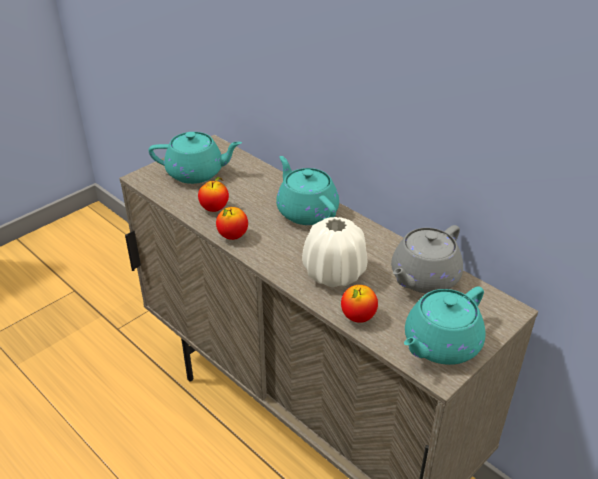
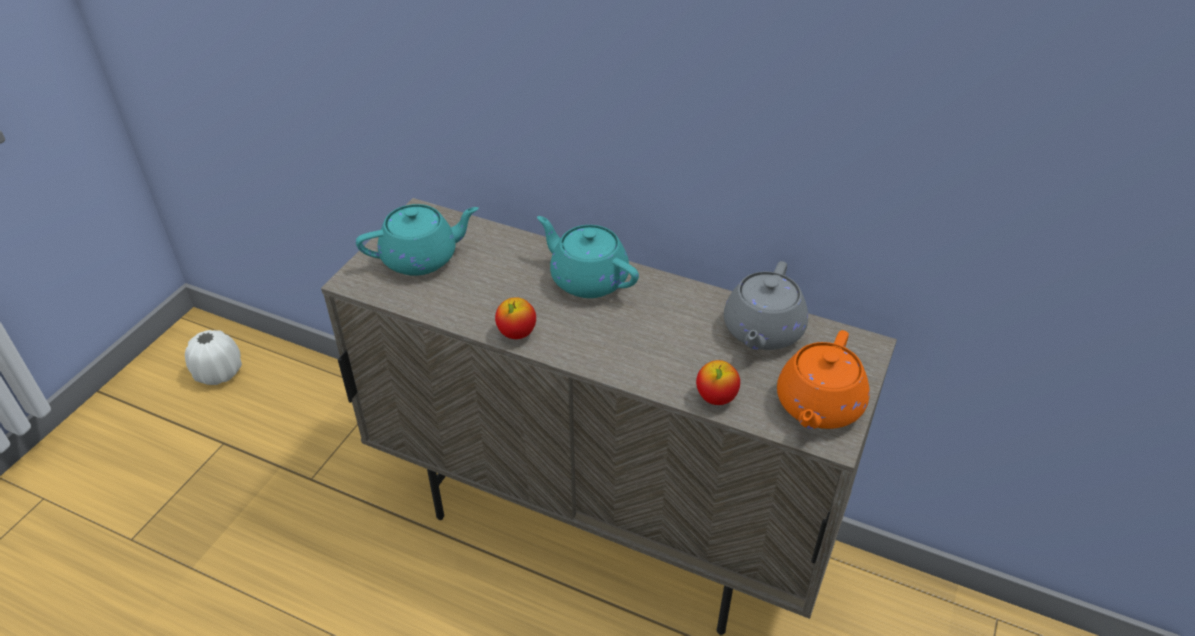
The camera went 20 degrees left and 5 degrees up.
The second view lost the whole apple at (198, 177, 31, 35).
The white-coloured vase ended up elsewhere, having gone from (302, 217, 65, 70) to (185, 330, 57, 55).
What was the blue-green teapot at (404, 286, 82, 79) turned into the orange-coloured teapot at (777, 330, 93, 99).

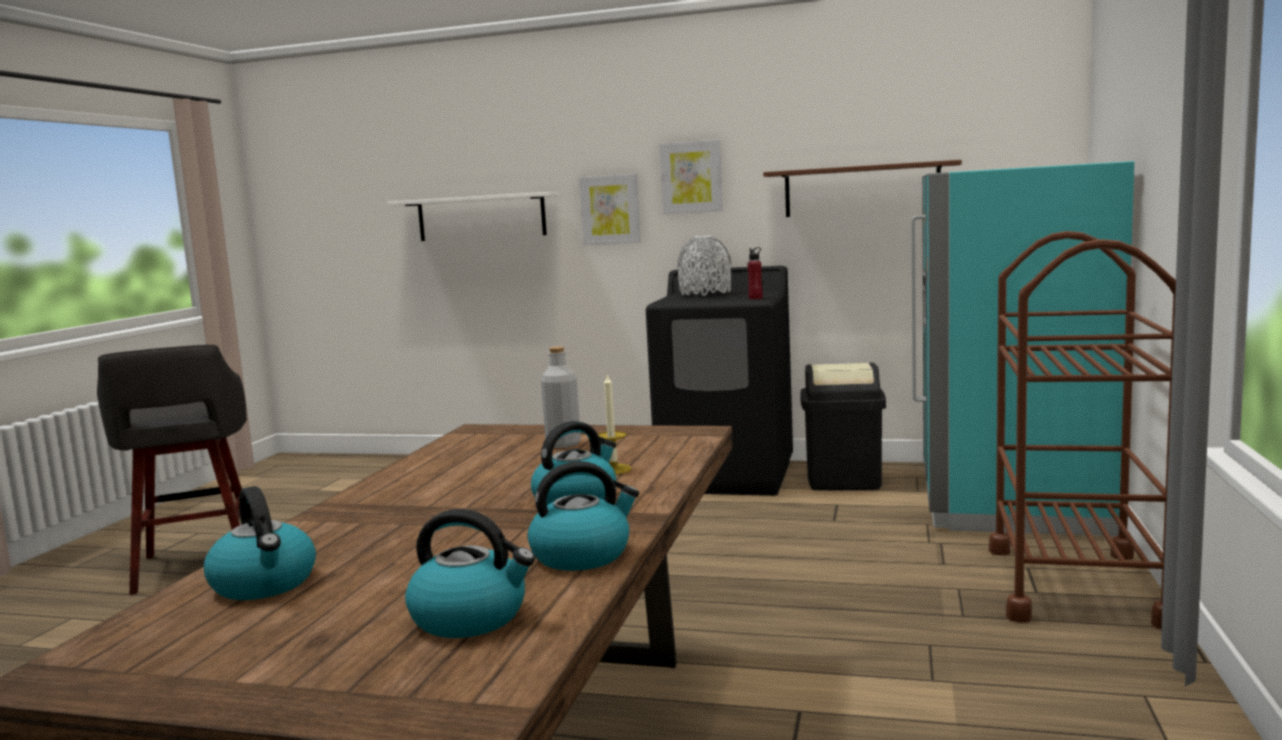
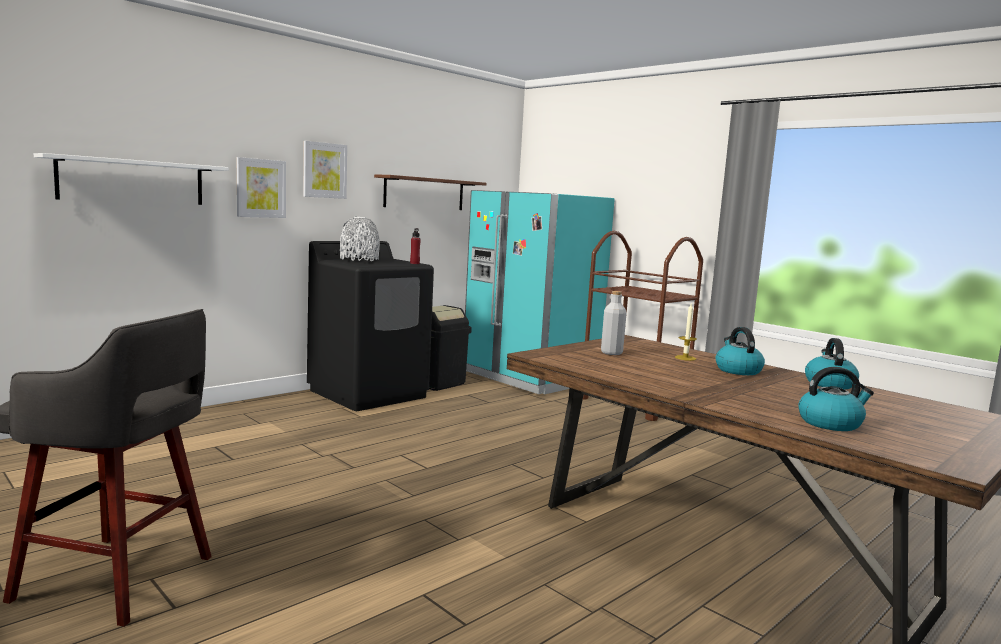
The camera went 60 degrees left and 0 degrees up.
The second view lost the water kettle at (405, 509, 130, 129).

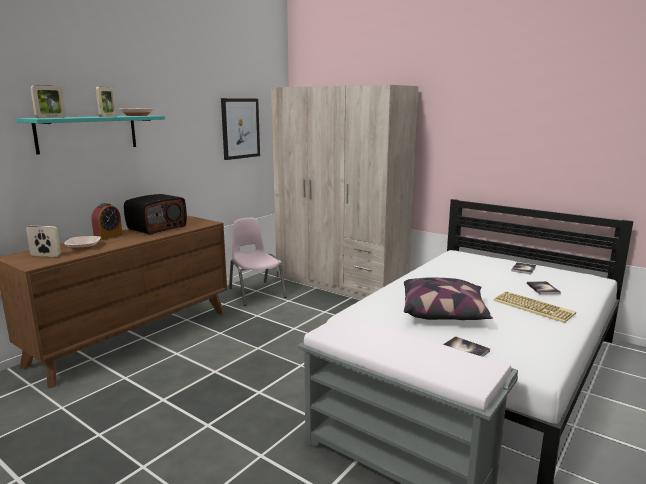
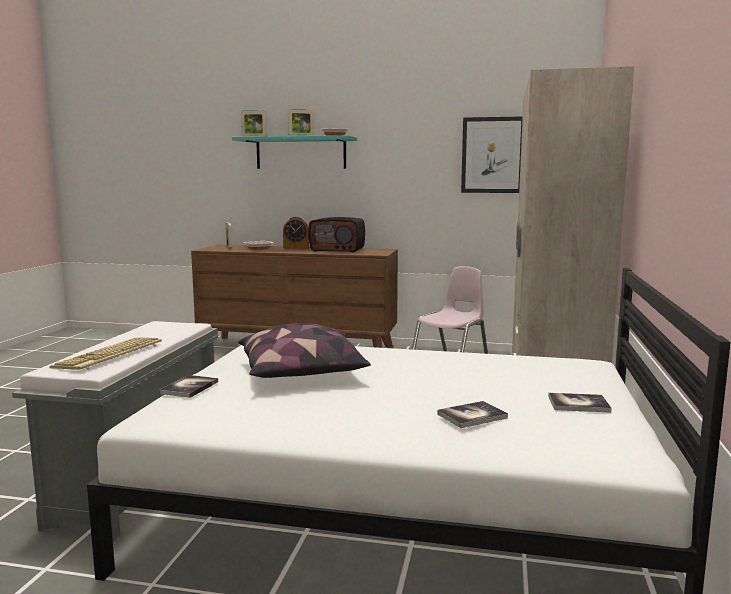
The camera went 65 degrees right and 5 degrees down.
The PC keyboard ended up elsewhere, having gone from (493, 291, 83, 32) to (49, 337, 113, 33).

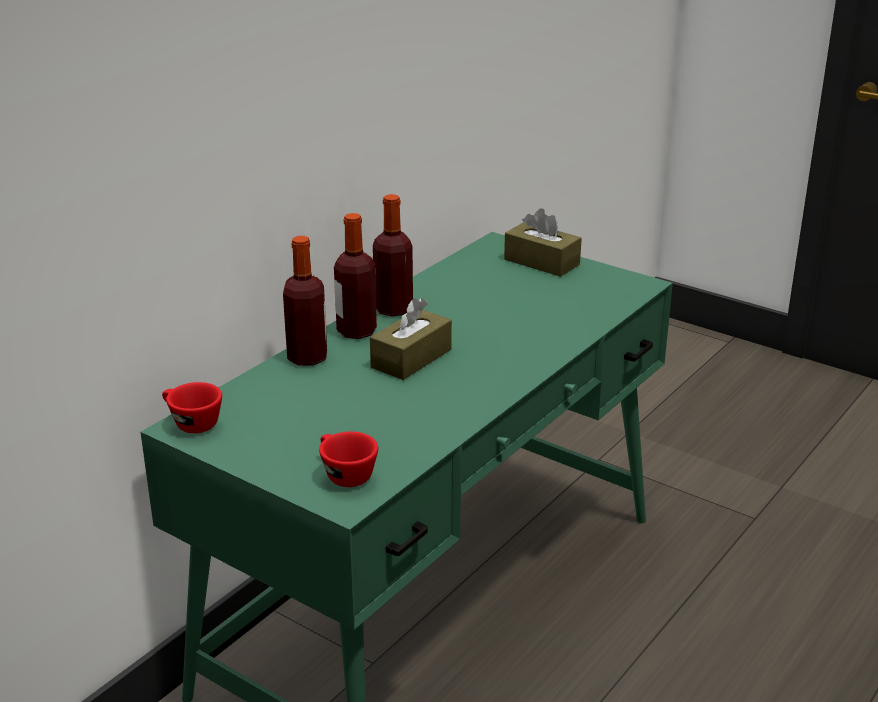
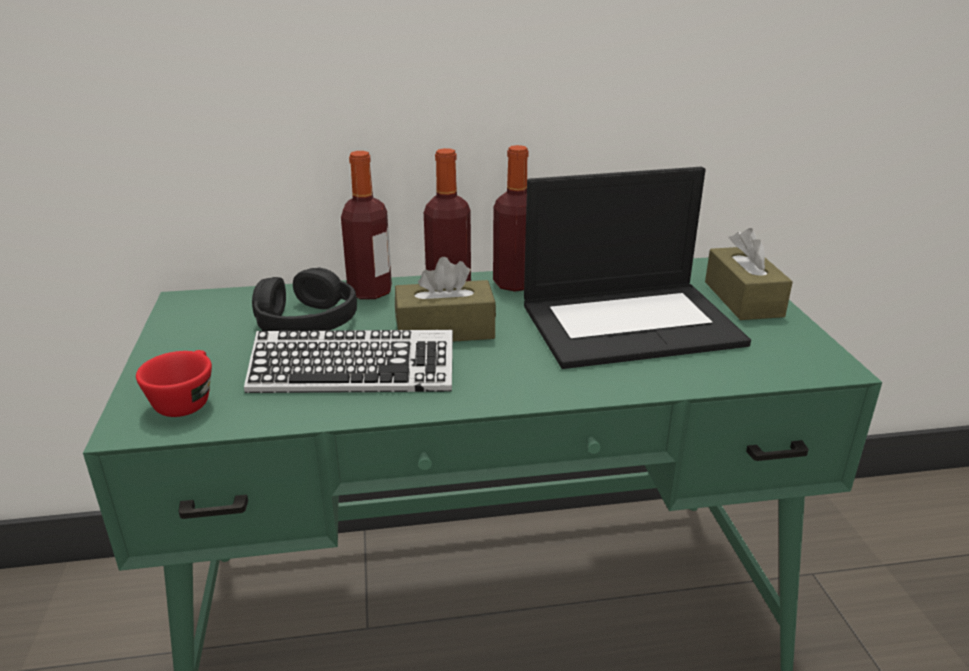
The camera went 45 degrees right and 0 degrees up.
The second view lost the red-coloured small cup at (162, 382, 60, 51).
The second view gained the PC keyboard at (244, 330, 209, 63).
The second view gained the black-coloured headset at (252, 267, 105, 64).
The second view gained the notebook computer at (524, 167, 227, 202).

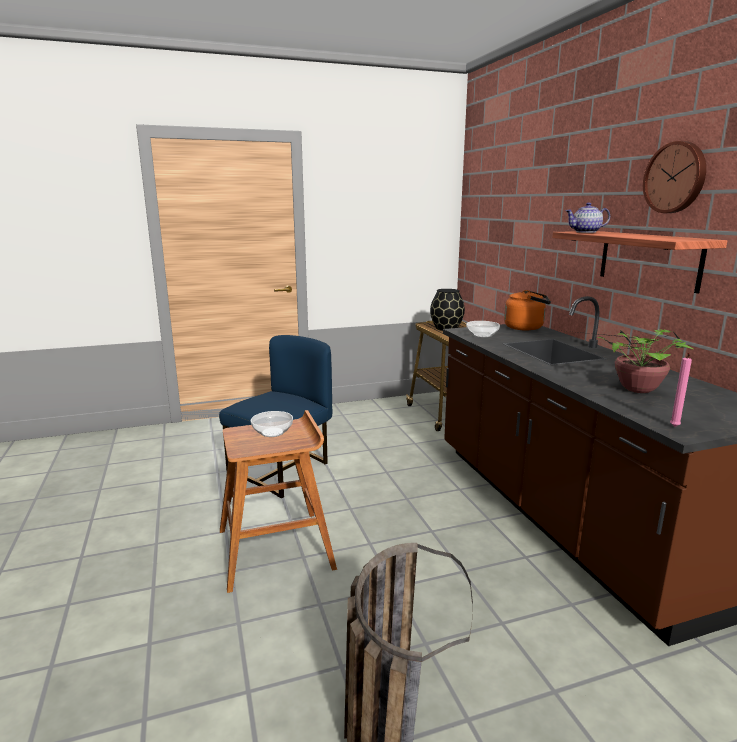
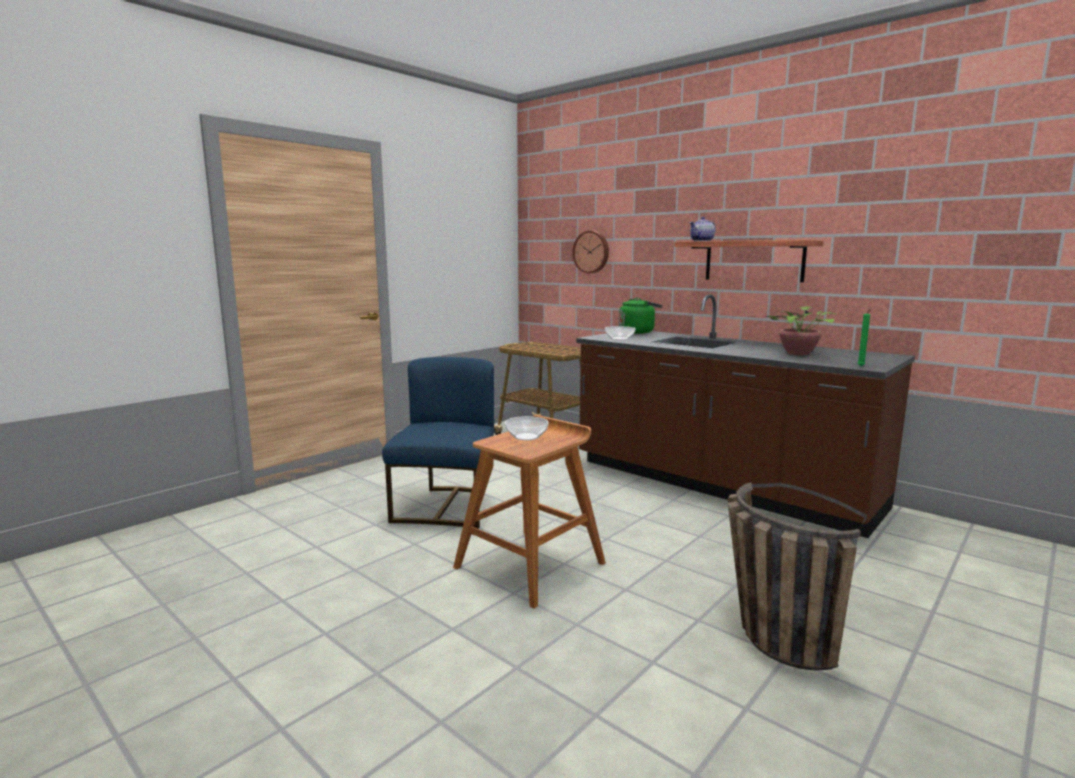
The camera went 30 degrees left and 5 degrees down.
The second view lost the black-coloured vase at (430, 289, 35, 42).
What was the orange-coloured water kettle at (504, 290, 47, 41) turned into the greenish water kettle at (619, 298, 43, 36).
The wall clock ended up elsewhere, having gone from (643, 141, 63, 72) to (572, 231, 37, 42).
What was the pink wax candle at (670, 353, 22, 74) turned into the greenish wax candle at (857, 309, 14, 57).

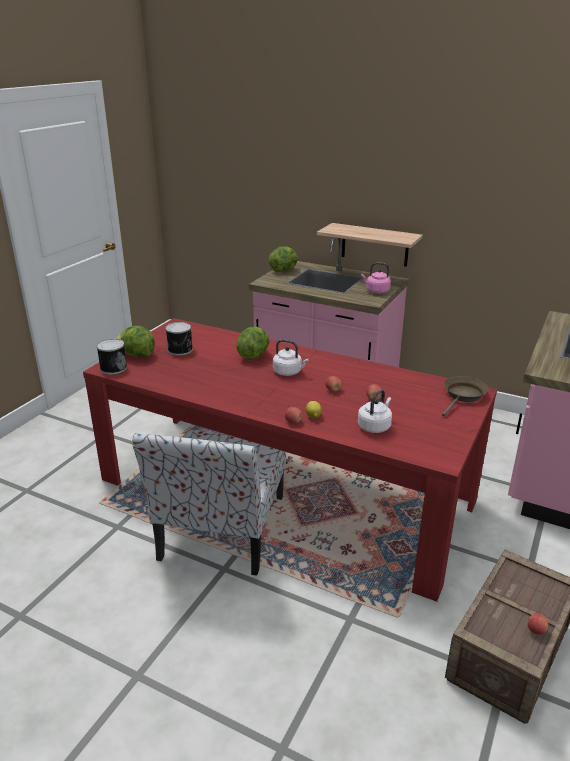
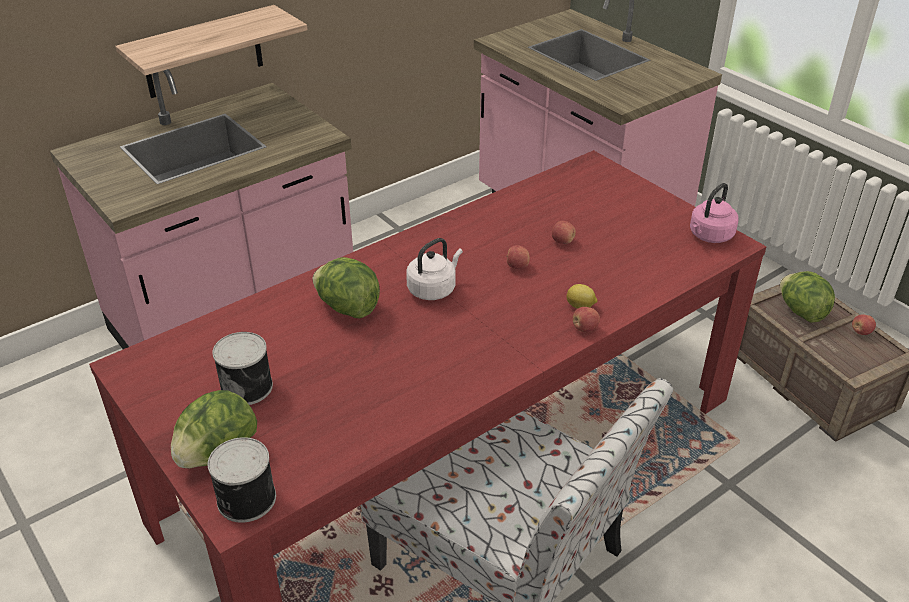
The camera went 65 degrees left and 10 degrees up.
The lettuce head ended up elsewhere, having gone from (268, 246, 30, 26) to (780, 271, 55, 52).
The second view lost the white-coloured water kettle at (358, 389, 34, 44).
The pink water kettle ended up elsewhere, having gone from (361, 262, 30, 32) to (690, 183, 49, 60).
The second view lost the brown pan at (442, 376, 46, 40).

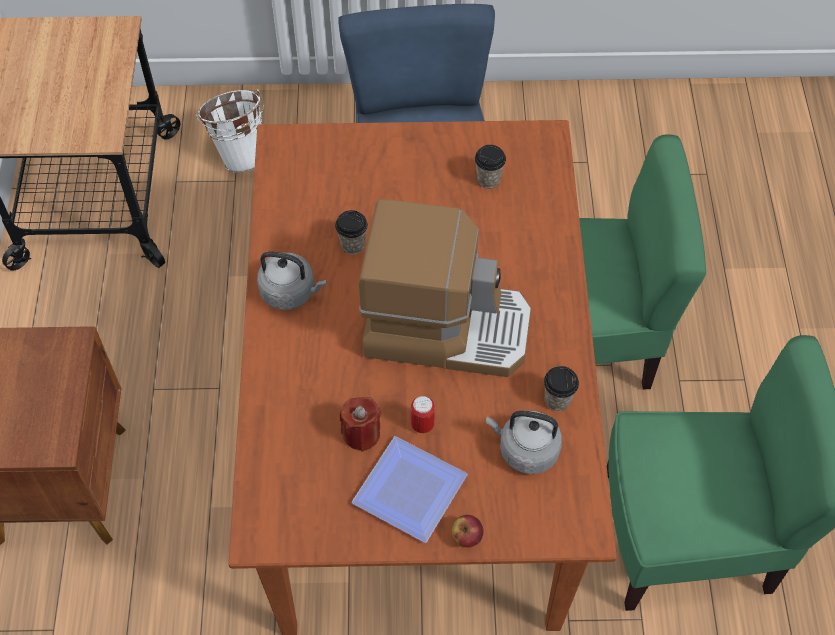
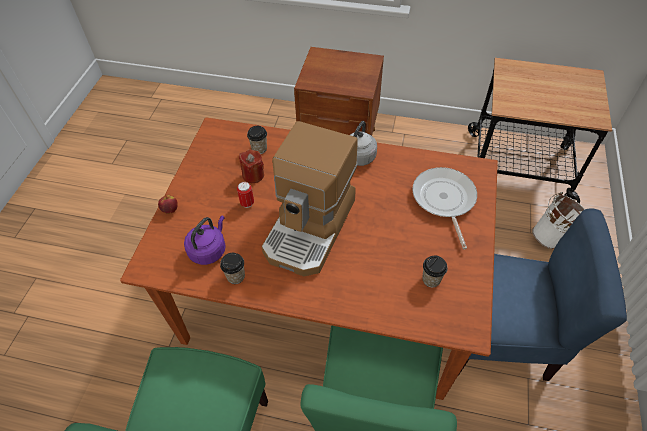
The camera went 105 degrees right and 5 degrees down.
The small cup ended up elsewhere, having gone from (335, 210, 33, 45) to (247, 126, 20, 28).
The second view lost the dinner plate at (352, 436, 116, 107).
What was the grey water kettle at (486, 411, 76, 63) turned into the purplish water kettle at (184, 216, 42, 49).
The second view gained the pan at (412, 167, 65, 82).

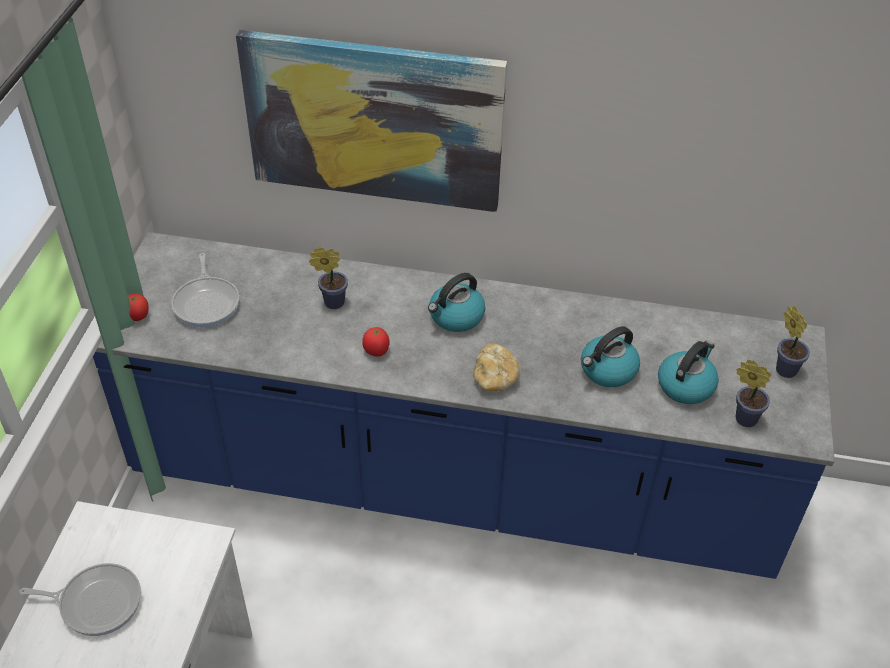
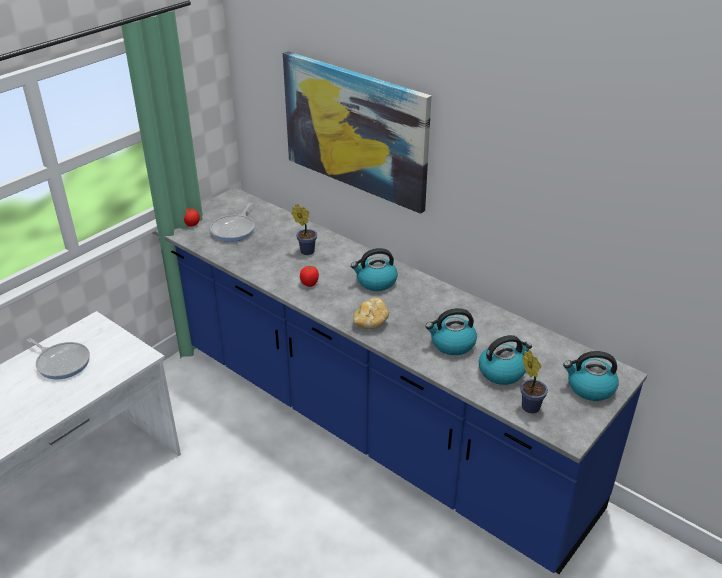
The camera went 30 degrees right and 10 degrees down.
Where the plant in a pot stood at (776, 306, 34, 72), the water kettle came to stand at (563, 351, 56, 50).

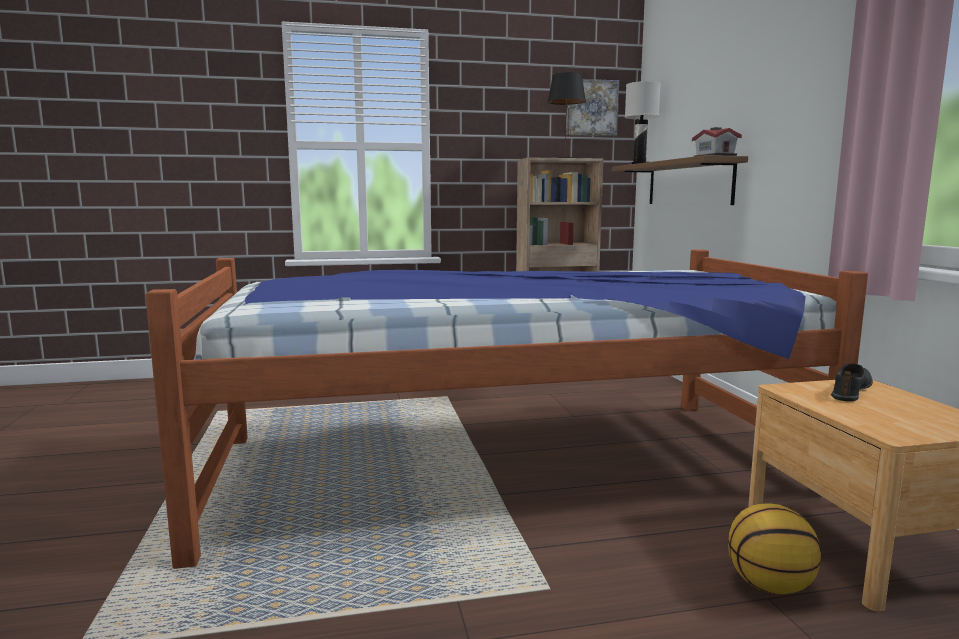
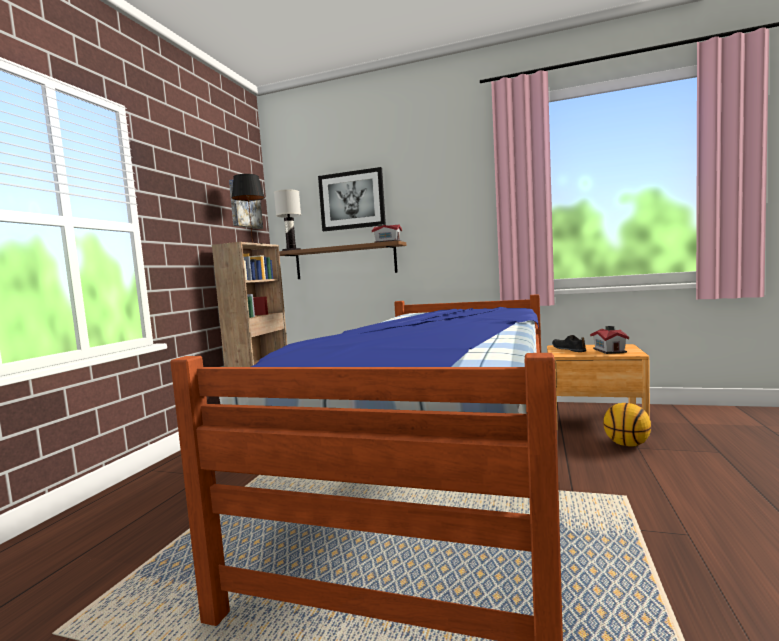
The camera went 60 degrees left and 5 degrees down.
The second view gained the wall picture at (318, 167, 68, 64).
The second view gained the toy house at (590, 326, 39, 28).

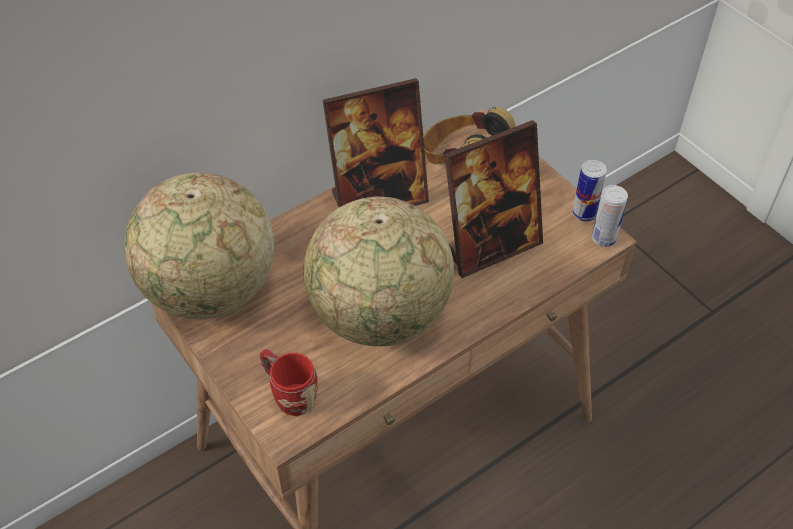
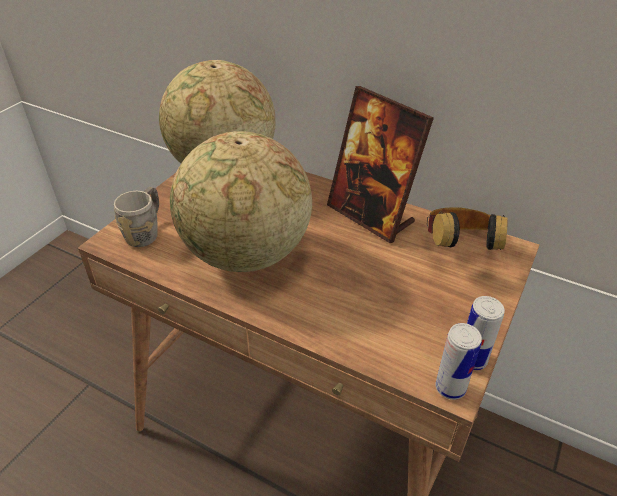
The camera went 65 degrees right and 10 degrees down.
What was the red-coloured coffee mug at (260, 349, 58, 67) turned into the grey coffee mug at (114, 187, 45, 60).
The second view lost the picture frame at (445, 120, 98, 158).

